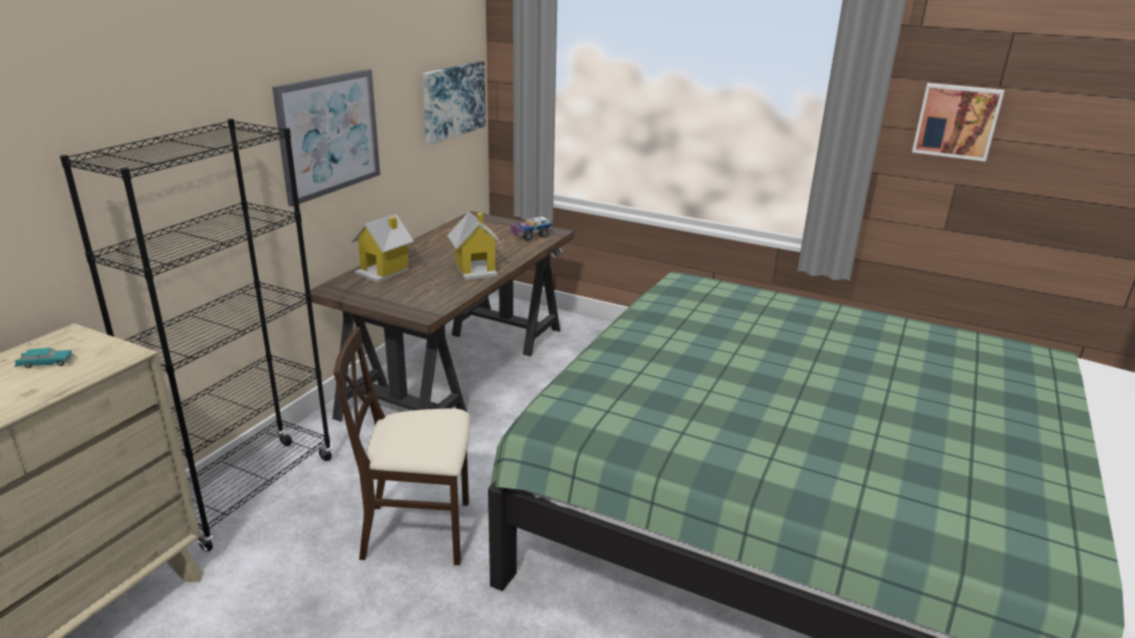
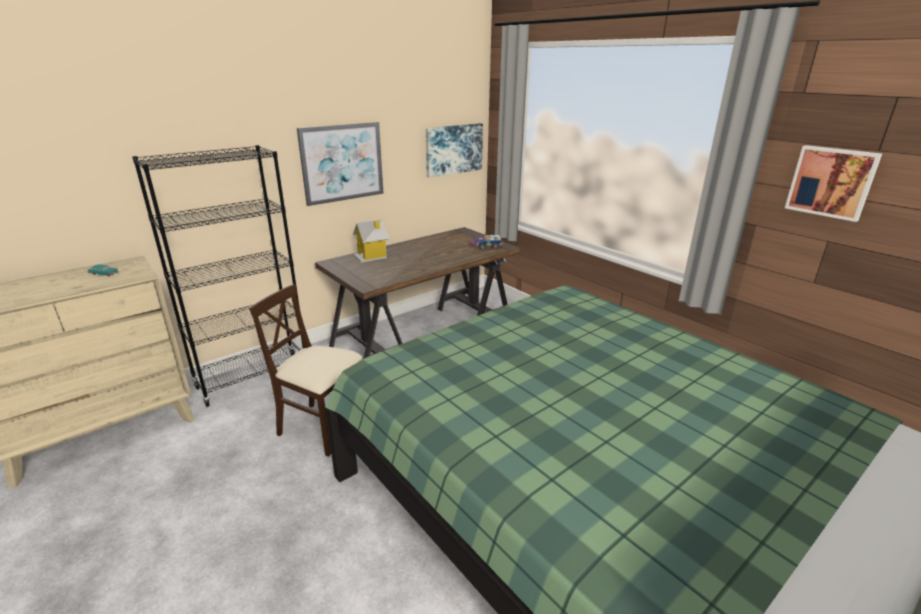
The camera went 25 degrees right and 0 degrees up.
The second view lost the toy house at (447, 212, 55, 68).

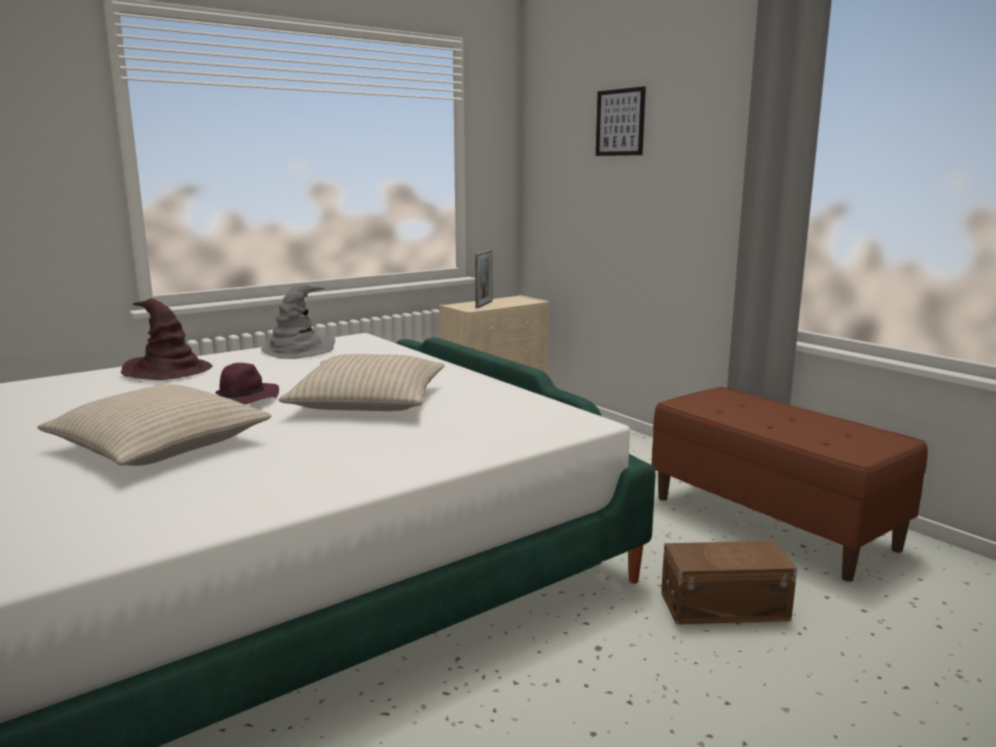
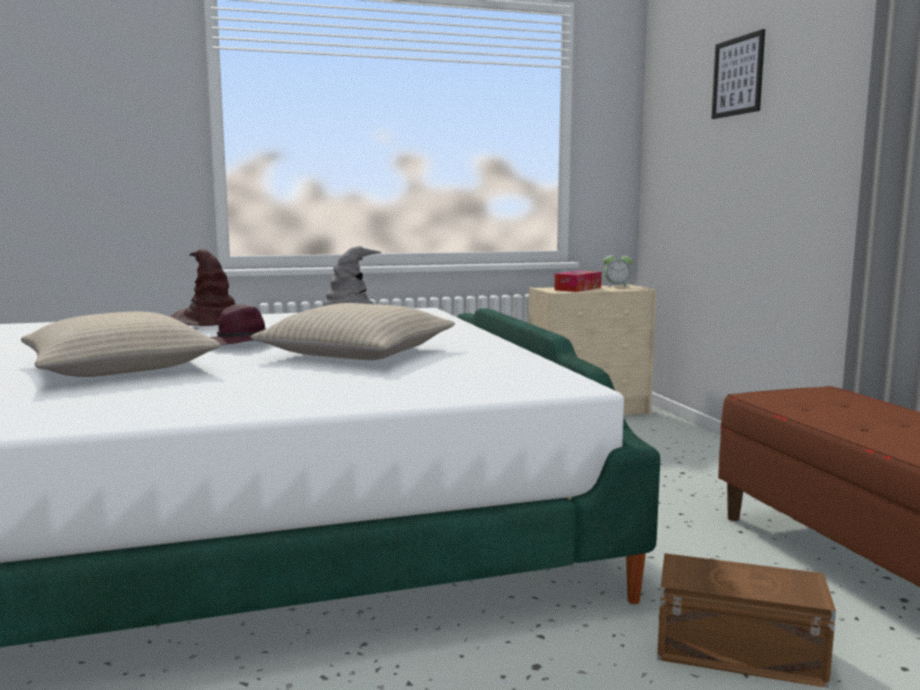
The camera went 20 degrees right and 5 degrees down.
Where the picture frame stood at (475, 249, 18, 59), the tissue box came to stand at (555, 271, 47, 21).
The second view gained the bedside clock at (603, 255, 30, 32).

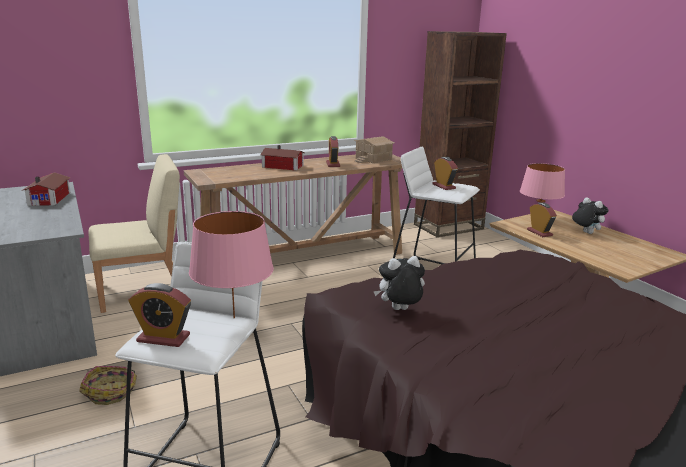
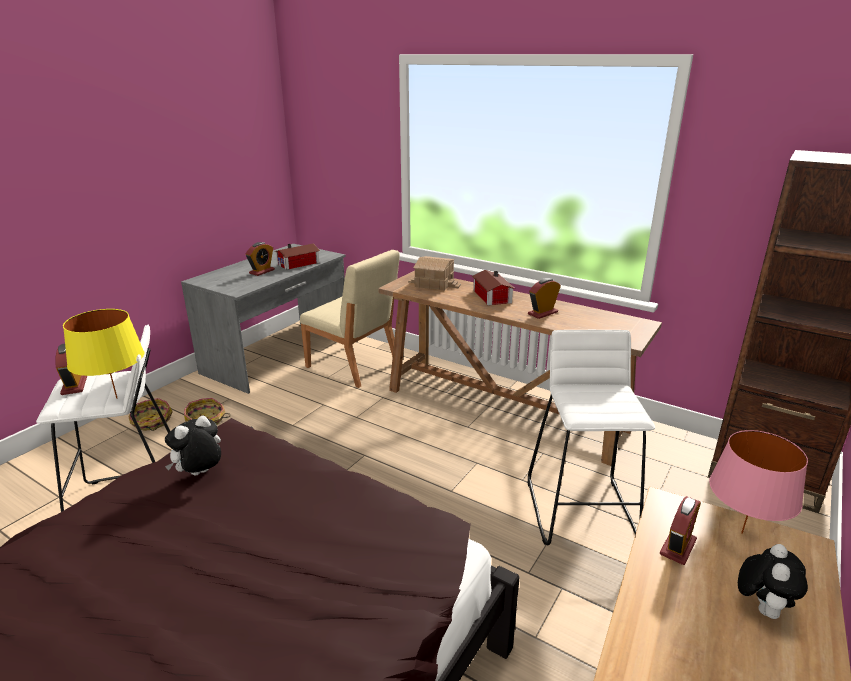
The camera went 60 degrees right and 5 degrees up.
What was the pink tabletop lamp at (189, 211, 85, 108) turned into the yellowish tabletop lamp at (63, 309, 81, 90).
The toy house ended up elsewhere, having gone from (354, 136, 40, 27) to (408, 256, 53, 35).
The soft toy at (374, 256, 51, 54) ended up facing another way, 90 degrees counterclockwise from before.
The bedside clock ended up elsewhere, having gone from (432, 157, 26, 33) to (246, 242, 29, 34).
The second view gained the household basket at (129, 398, 44, 33).

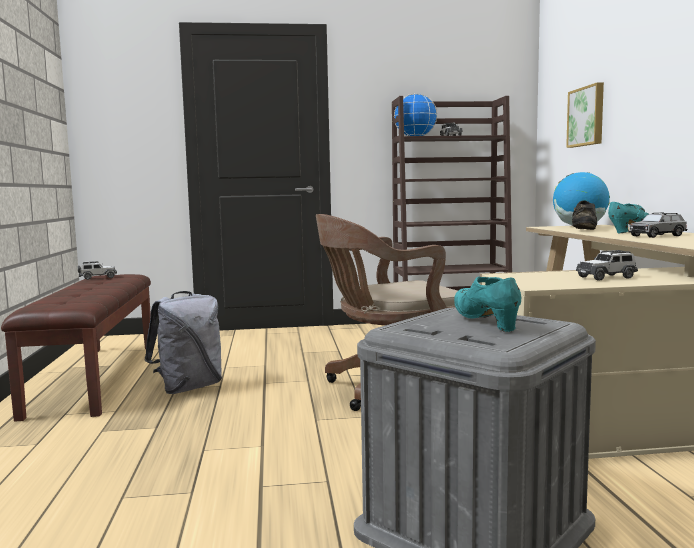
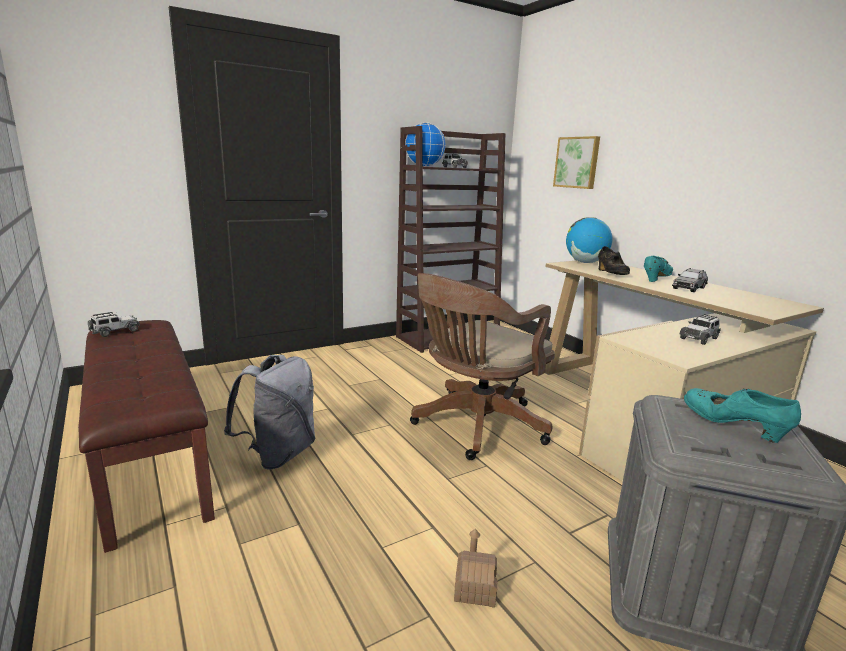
The camera went 25 degrees left and 10 degrees up.
The second view gained the toy house at (454, 529, 43, 79).

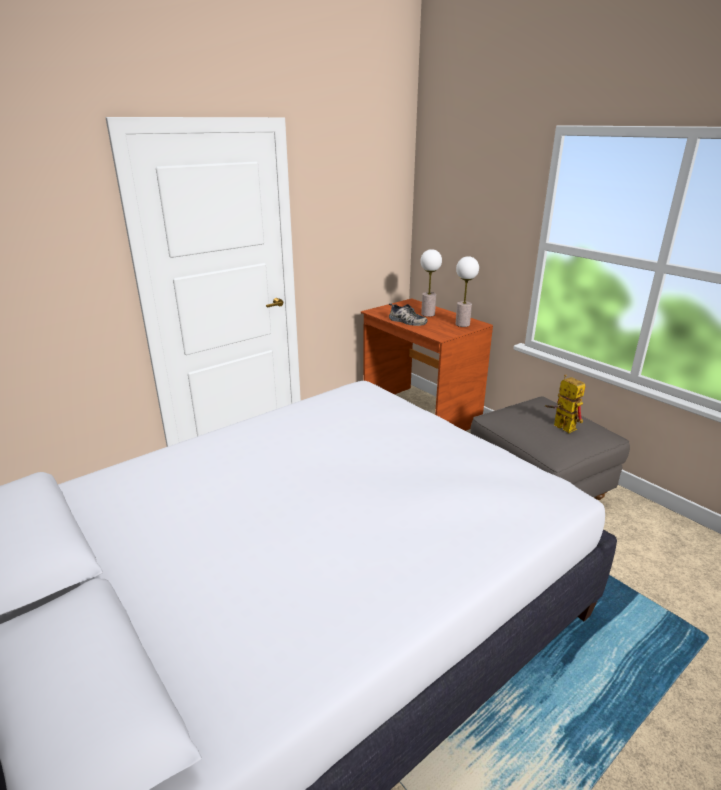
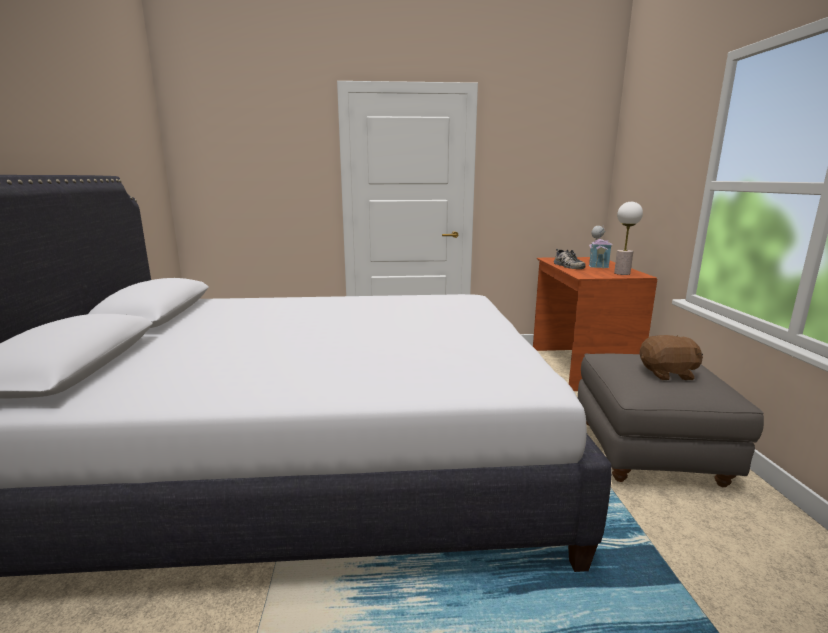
The camera went 35 degrees right and 10 degrees down.
Where the tabletop lamp stood at (420, 249, 22, 68), the toy house came to stand at (589, 226, 24, 43).
Where the robot figure stood at (545, 374, 40, 59), the brown soft toy came to stand at (640, 335, 63, 45).

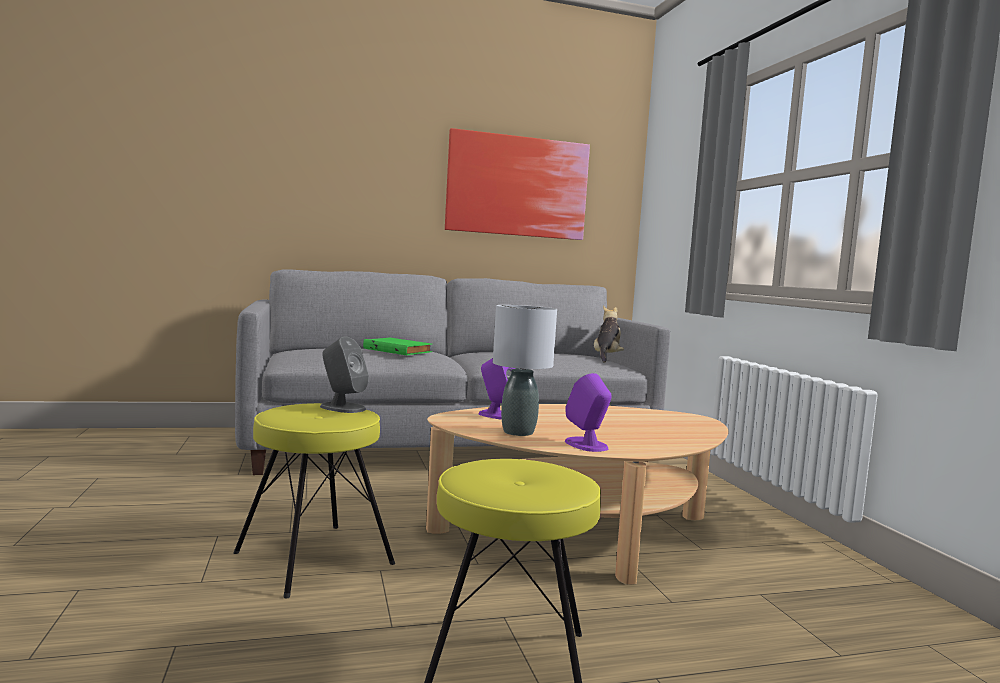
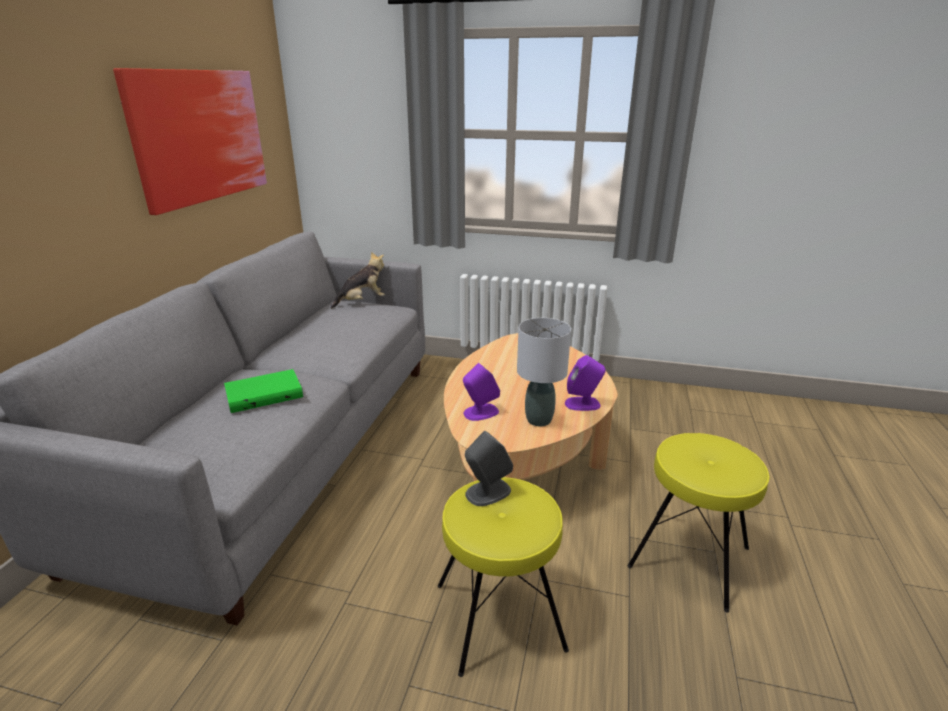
The camera went 60 degrees left and 20 degrees up.
The soft toy at (594, 305, 30, 57) ended up facing another way, 105 degrees clockwise from before.

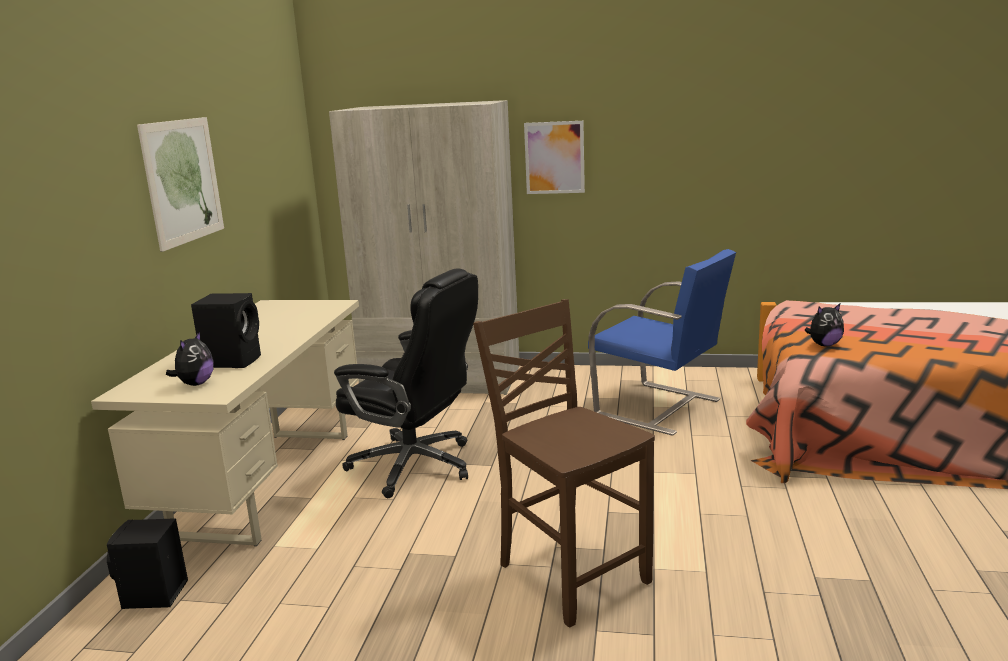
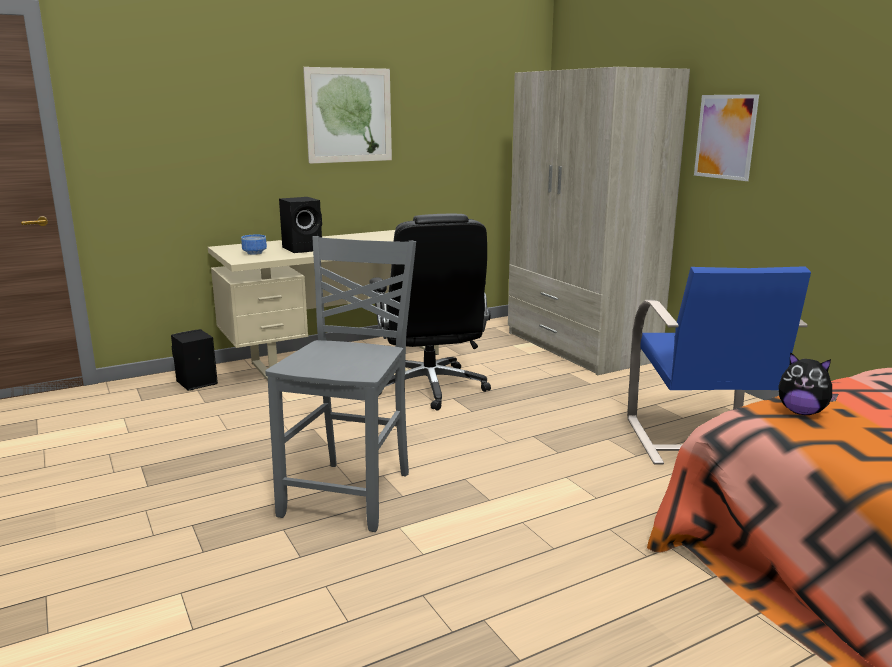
The camera went 50 degrees right and 0 degrees up.
Where the soft toy stood at (166, 331, 48, 55), the deep dish came to stand at (241, 235, 26, 20).
What was the brown plain chair at (473, 299, 182, 328) turned into the grey plain chair at (265, 236, 151, 296).

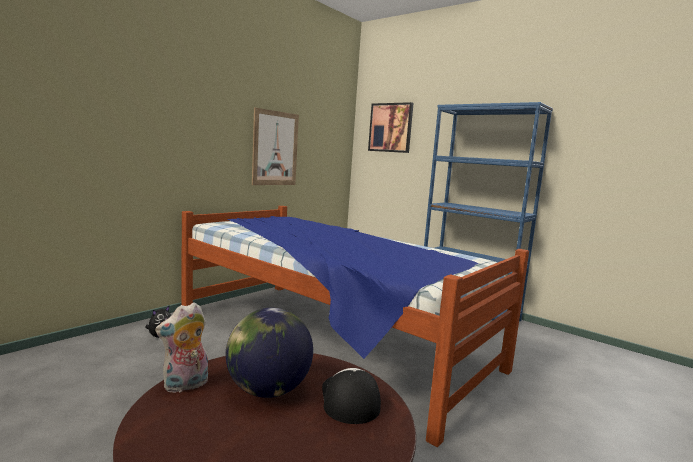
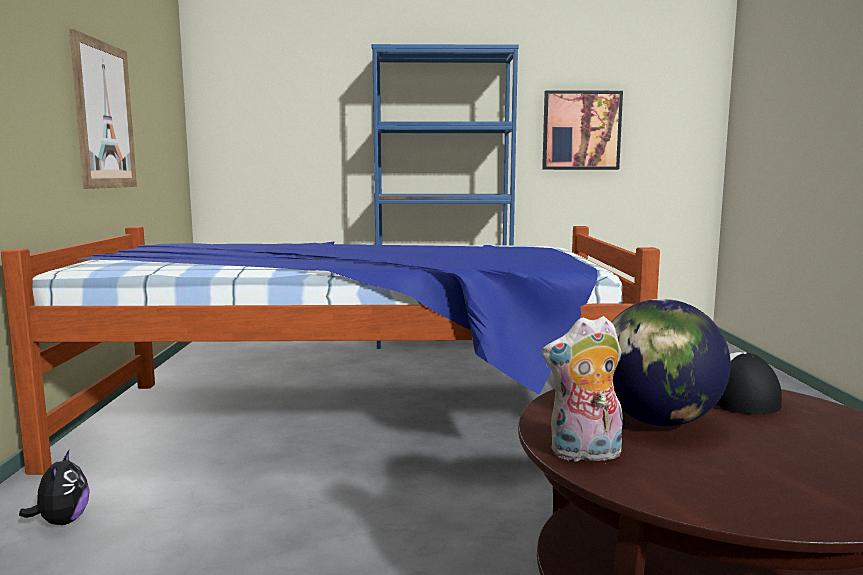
The camera went 40 degrees left and 0 degrees up.
The soft toy at (155, 302, 53, 92) ended up facing another way, 75 degrees clockwise from before.
The wall picture ended up elsewhere, having gone from (368, 102, 46, 51) to (542, 90, 81, 80).

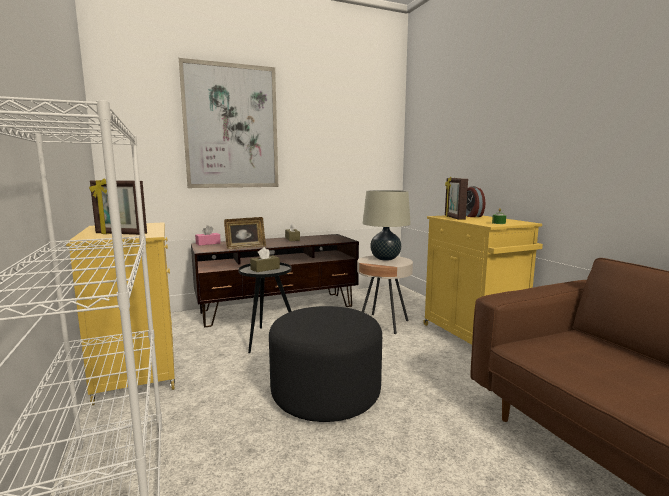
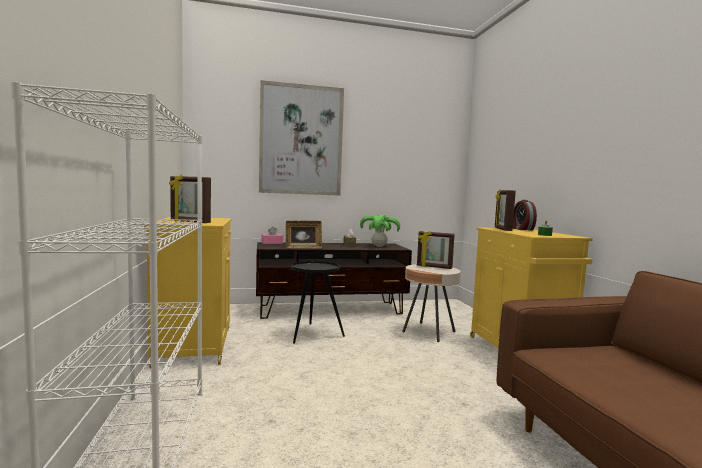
The camera went 10 degrees right and 5 degrees down.
The second view lost the brown tissue box at (250, 247, 30, 25).
The second view lost the black-coloured pouffe at (269, 306, 113, 116).
Where the sand-coloured tabletop lamp stood at (363, 190, 48, 71), the picture frame came to stand at (417, 231, 38, 38).
The second view gained the plant in a pot at (360, 214, 40, 33).

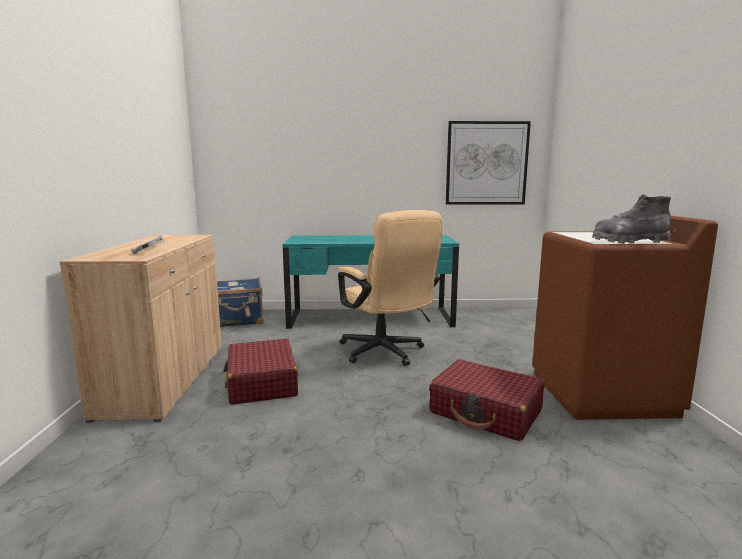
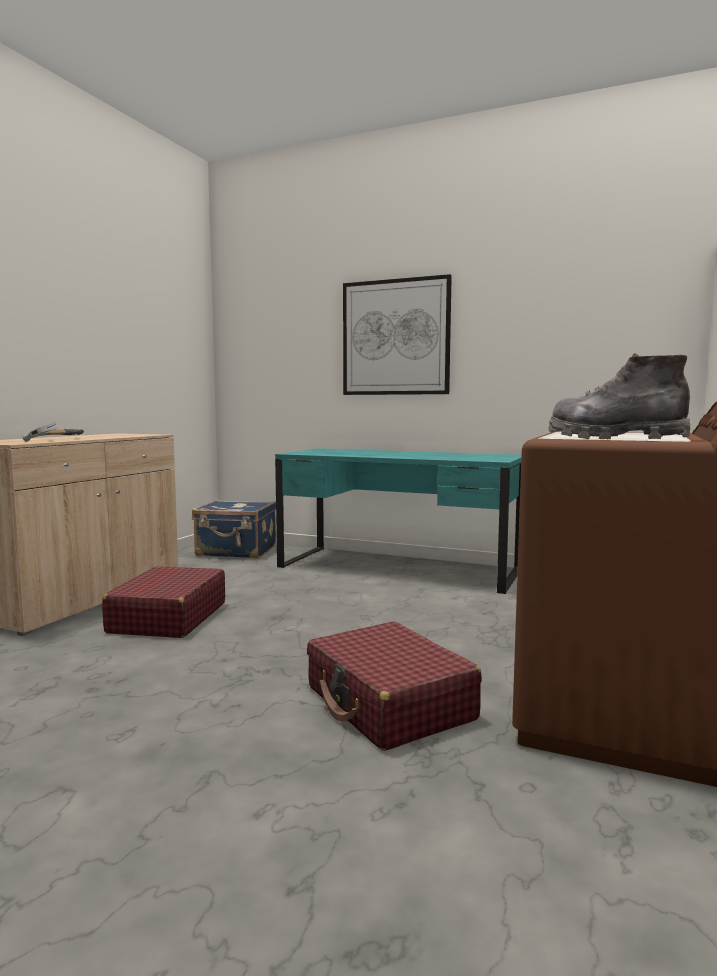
The camera went 25 degrees right and 5 degrees down.
The second view lost the sand-coloured computer chair at (338, 210, 104, 156).
The wall picture ended up elsewhere, having gone from (446, 121, 85, 84) to (343, 274, 109, 121).

